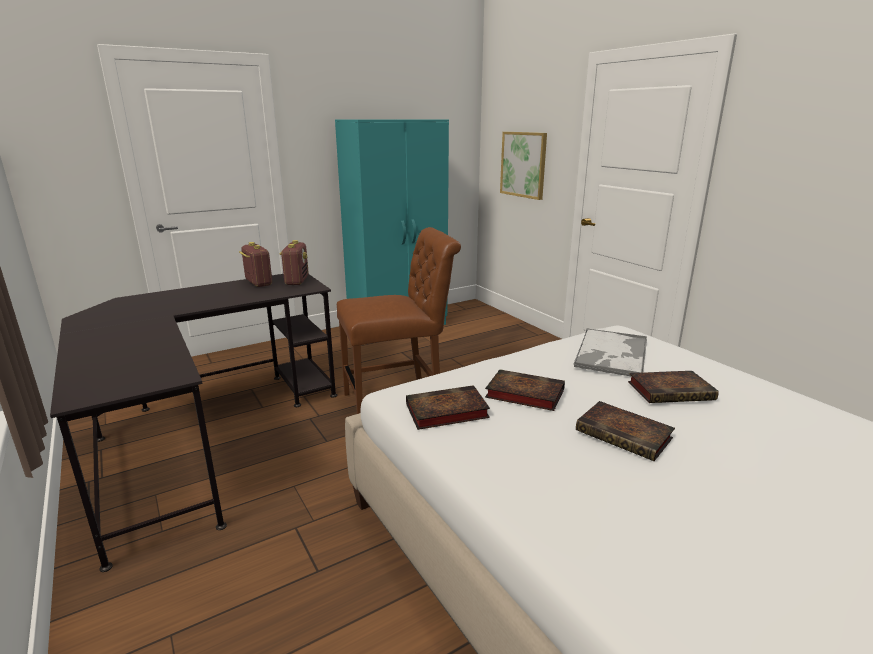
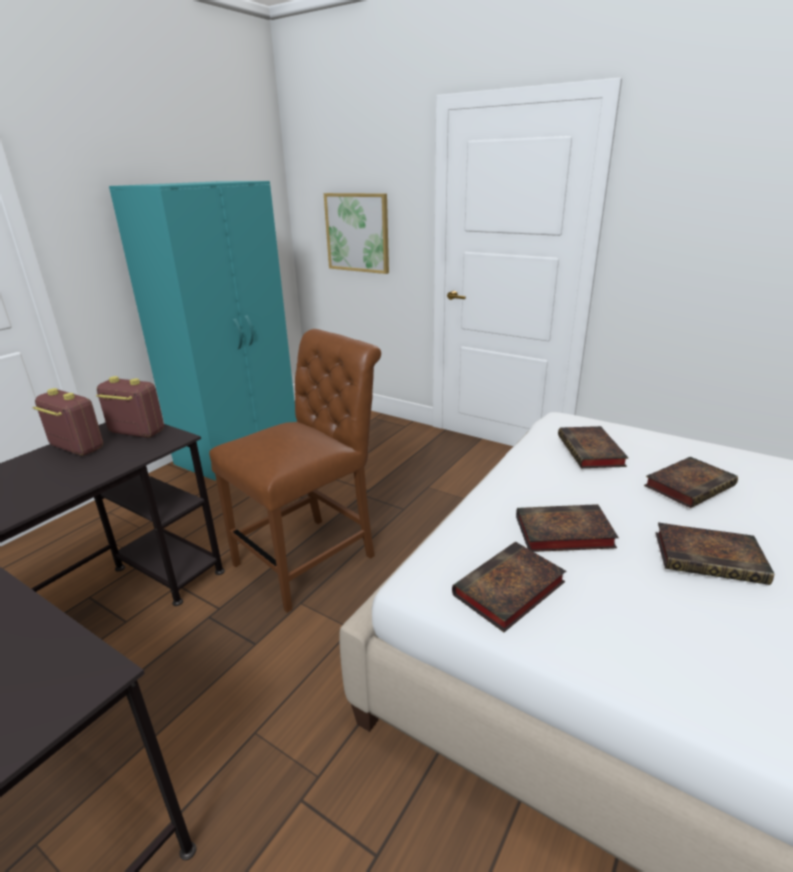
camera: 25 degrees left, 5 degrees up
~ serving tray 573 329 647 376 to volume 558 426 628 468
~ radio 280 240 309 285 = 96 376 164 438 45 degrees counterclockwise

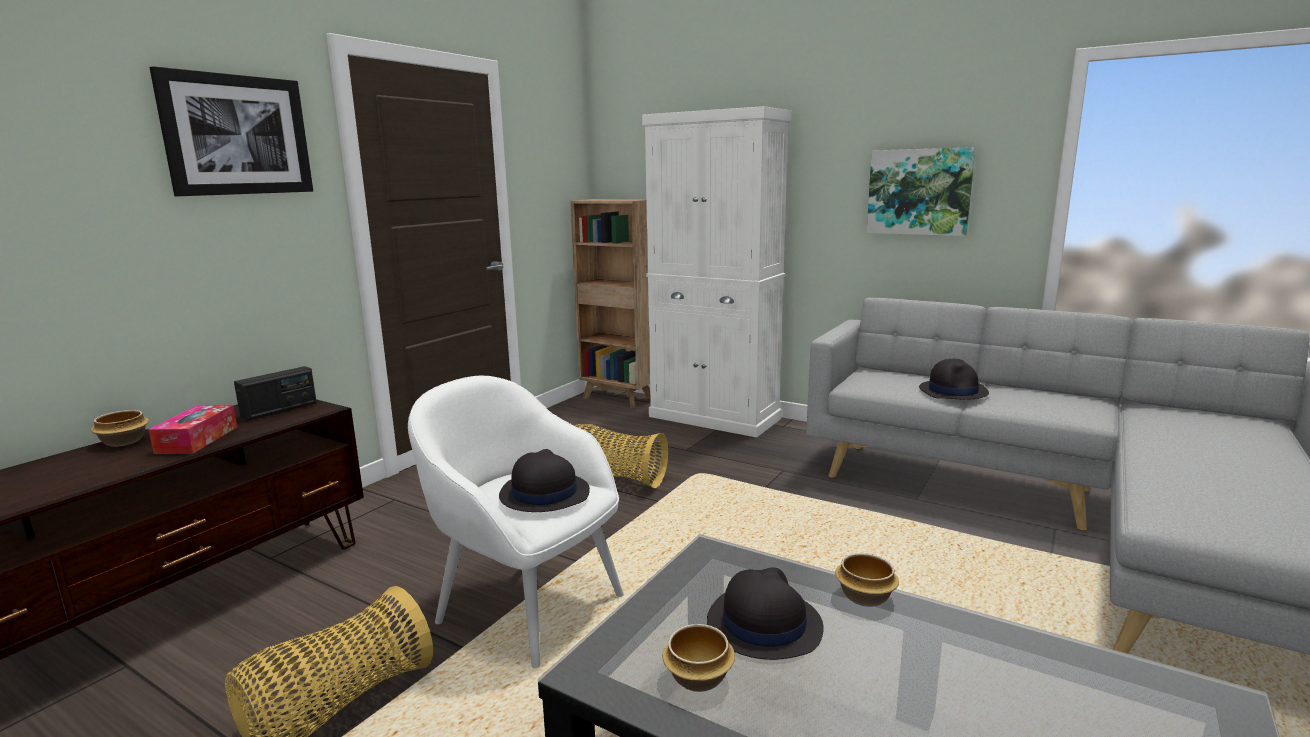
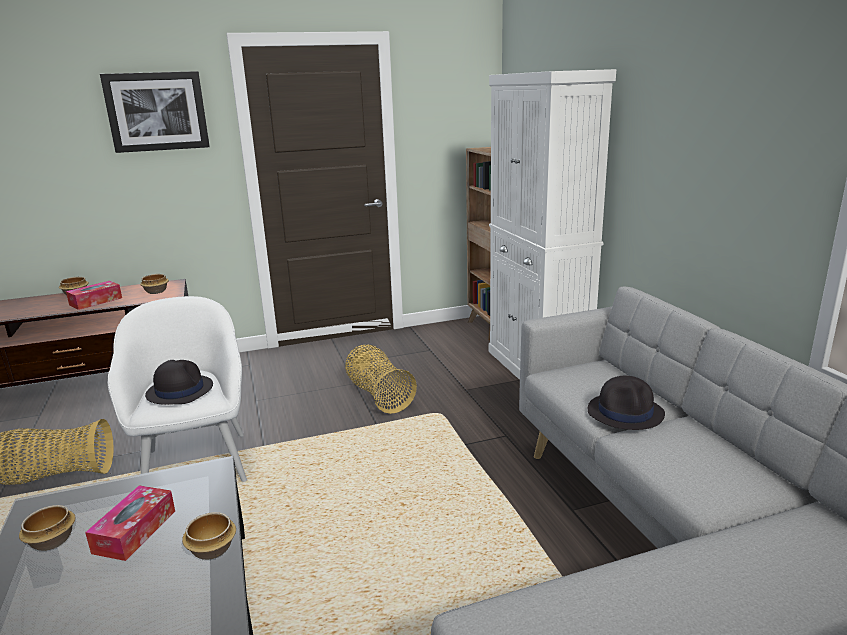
camera: 40 degrees right, 5 degrees up
- wall picture 867 147 975 236
~ radio 234 366 317 421 to bowl 140 274 169 294
~ black clothing hat 707 567 824 660 to box of tissues 85 485 175 561

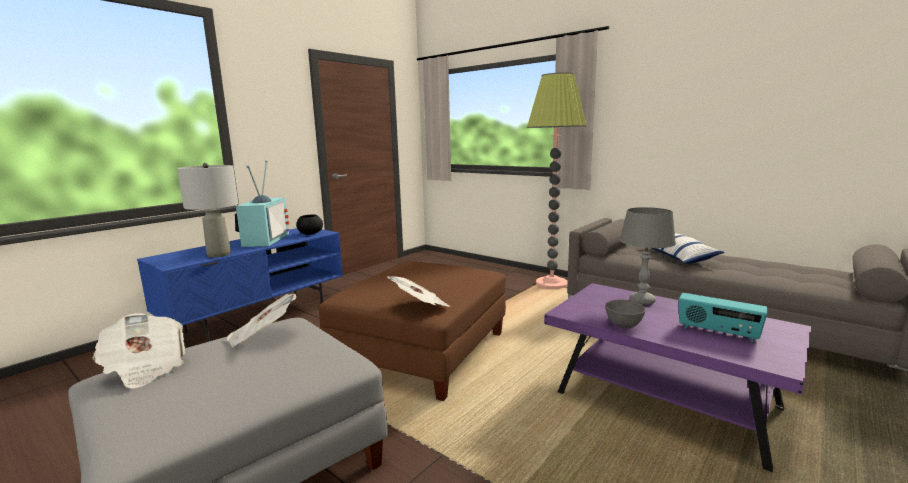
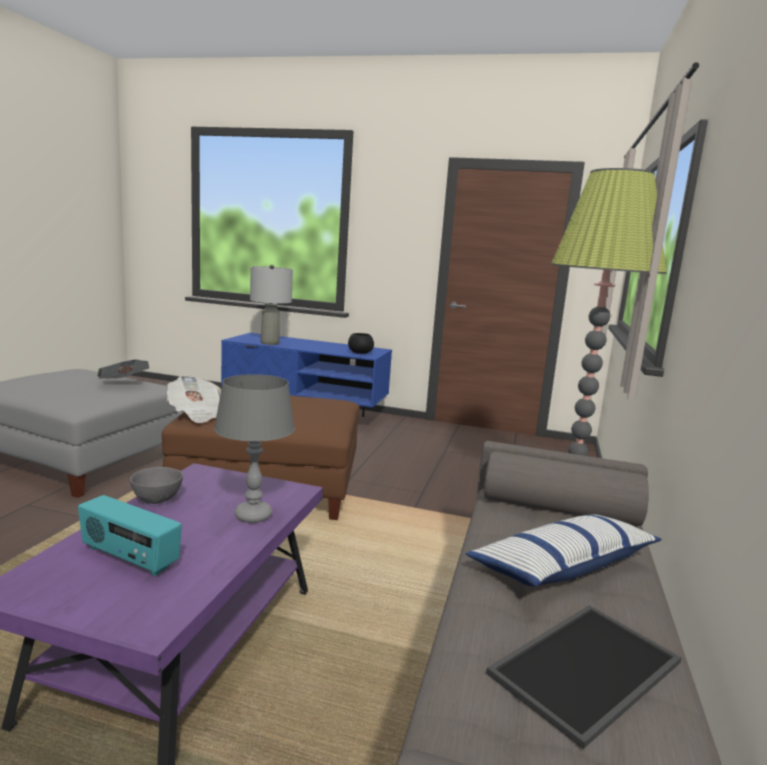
camera: 65 degrees right, 0 degrees up
- daily paper 93 313 185 388
- television 235 160 289 247
+ serving tray 486 605 682 749
~ radio 679 293 768 343 = 78 495 182 576 75 degrees counterclockwise

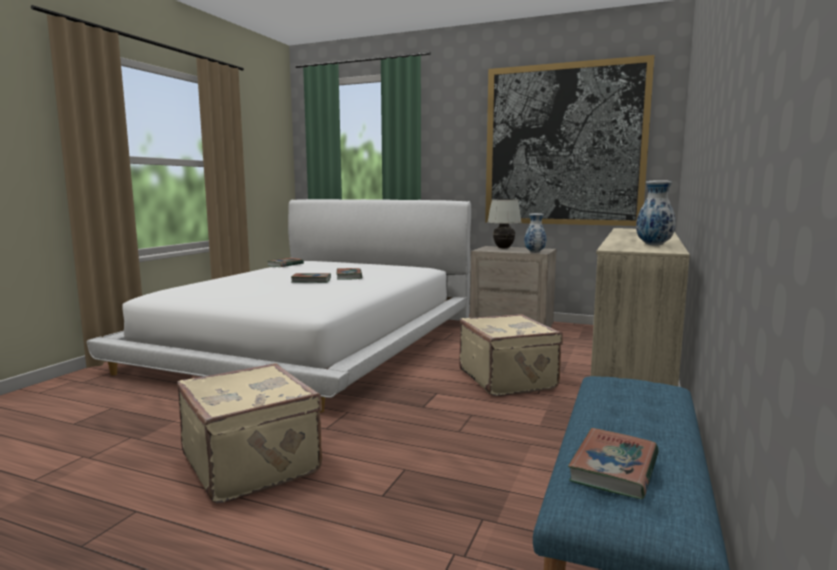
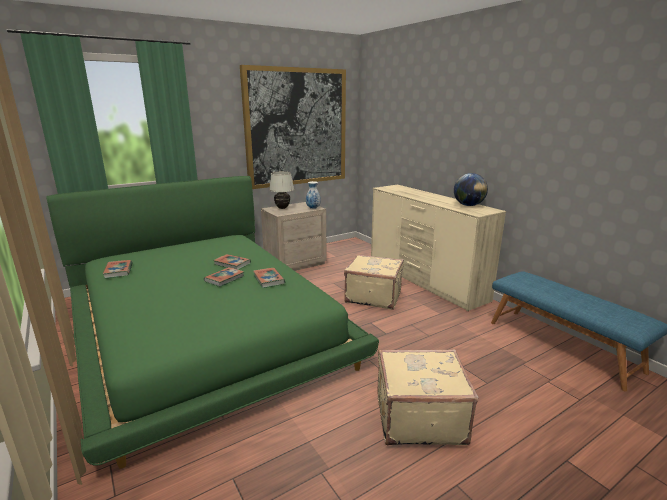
camera: 55 degrees left, 10 degrees up
~ volume 568 428 659 499 to 253 268 285 288
~ vase 636 181 676 245 to globe 454 173 488 206
~ white-coloured sleeping bed 87 199 471 412 to green-coloured sleeping bed 46 176 379 469

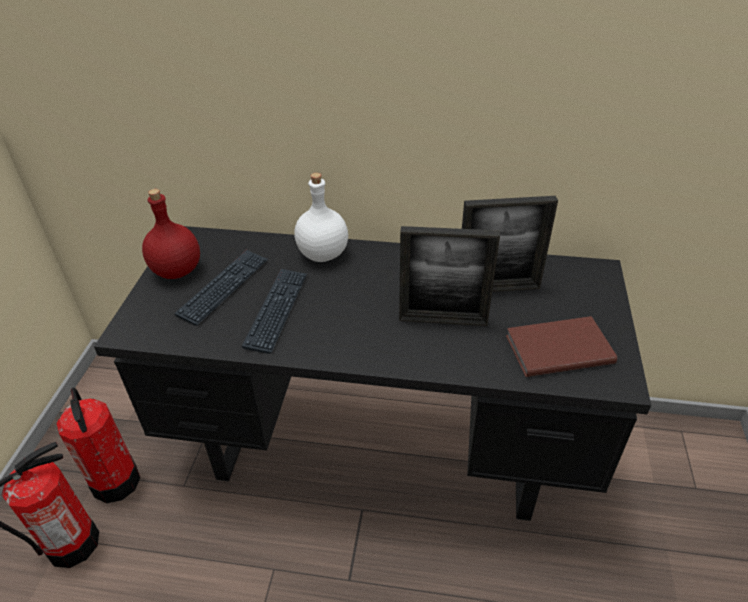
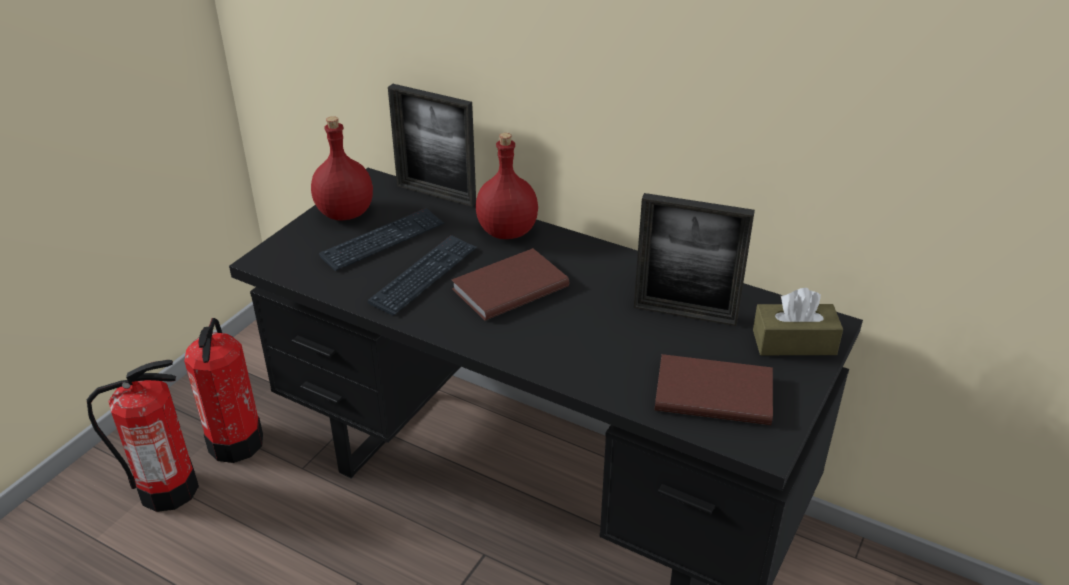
camera: 20 degrees right, 5 degrees down
+ brown volume 452 248 569 321
+ brown box of tissues 753 288 843 355
~ photo frame 399 226 500 326 to 388 84 476 207
~ white-coloured beverage bottle 295 173 348 262 to red beverage bottle 476 133 538 239

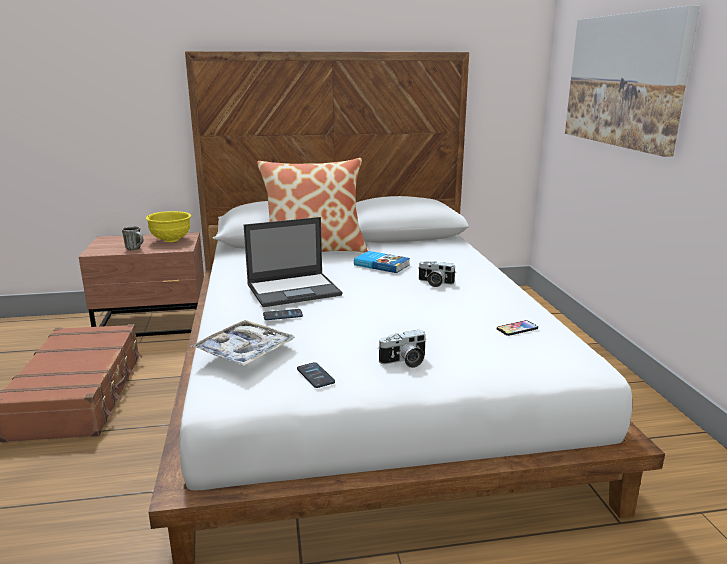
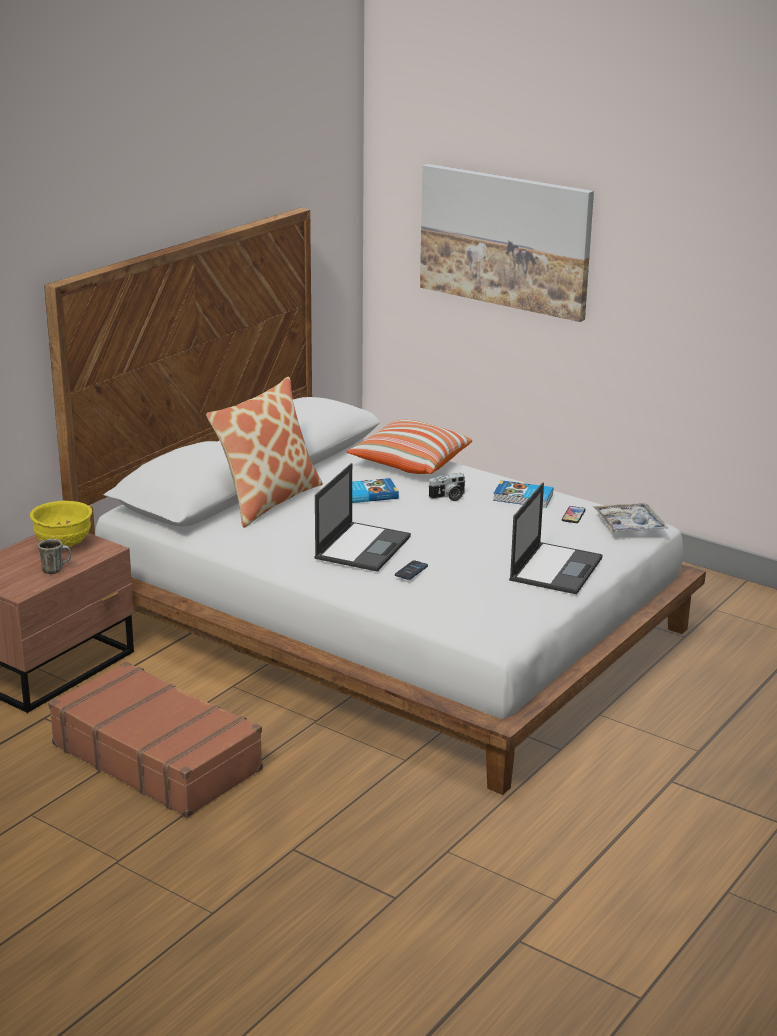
camera: 45 degrees left, 5 degrees up
- telephone 297 362 335 388
+ cushion 347 419 472 474
+ volume 493 480 553 508
~ serving tray 191 320 295 366 to 593 503 669 533
~ still camera 378 329 426 368 to laptop 509 483 603 594

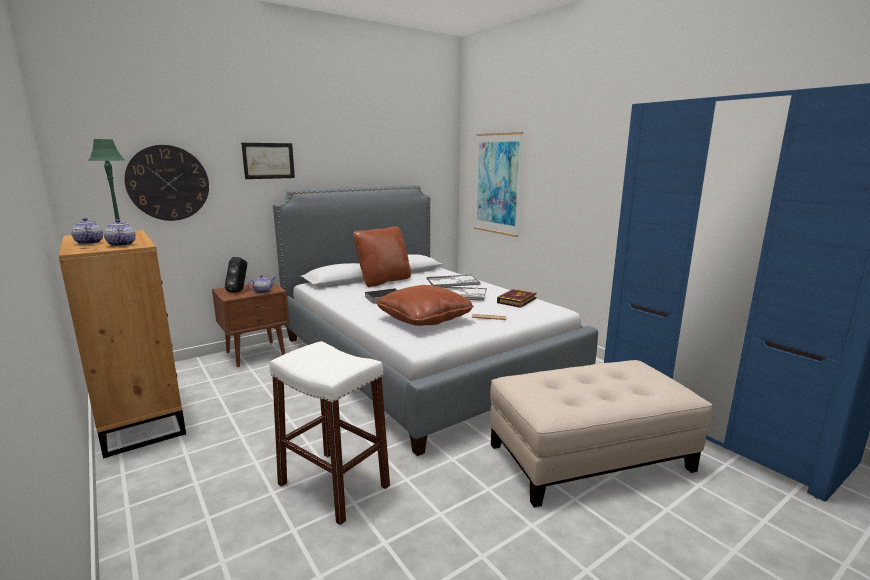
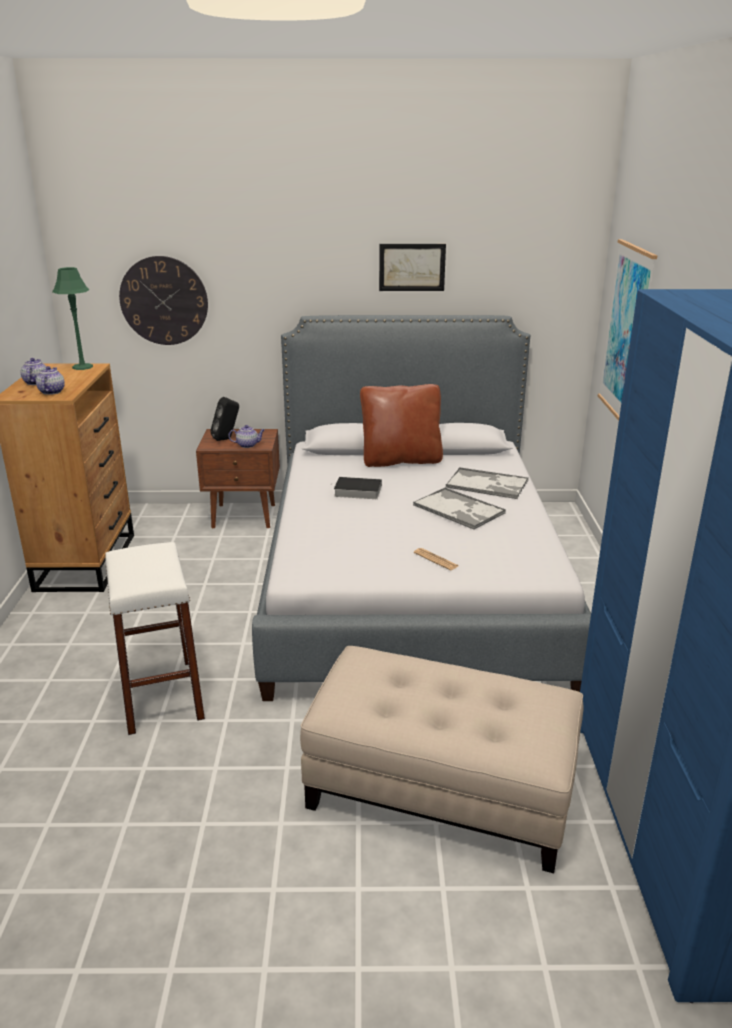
camera: 35 degrees right, 10 degrees up
- brown cushion 376 285 474 326
- volume 497 289 537 308
~ wall picture 241 143 295 179 to 379 244 446 291

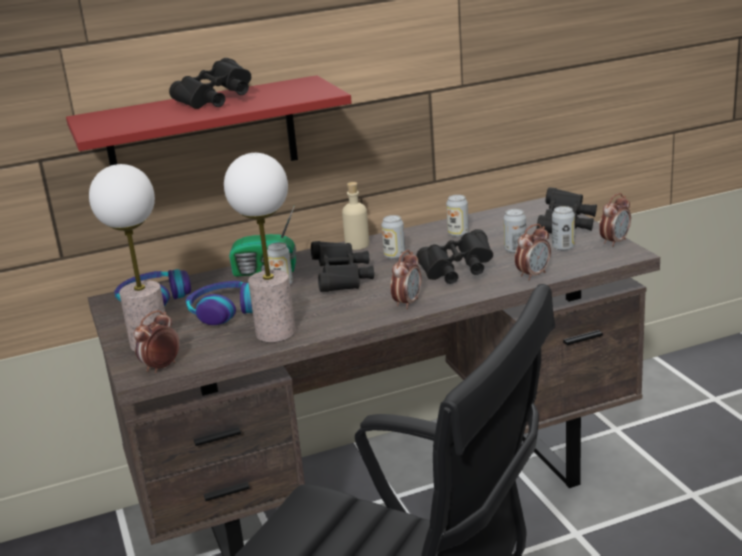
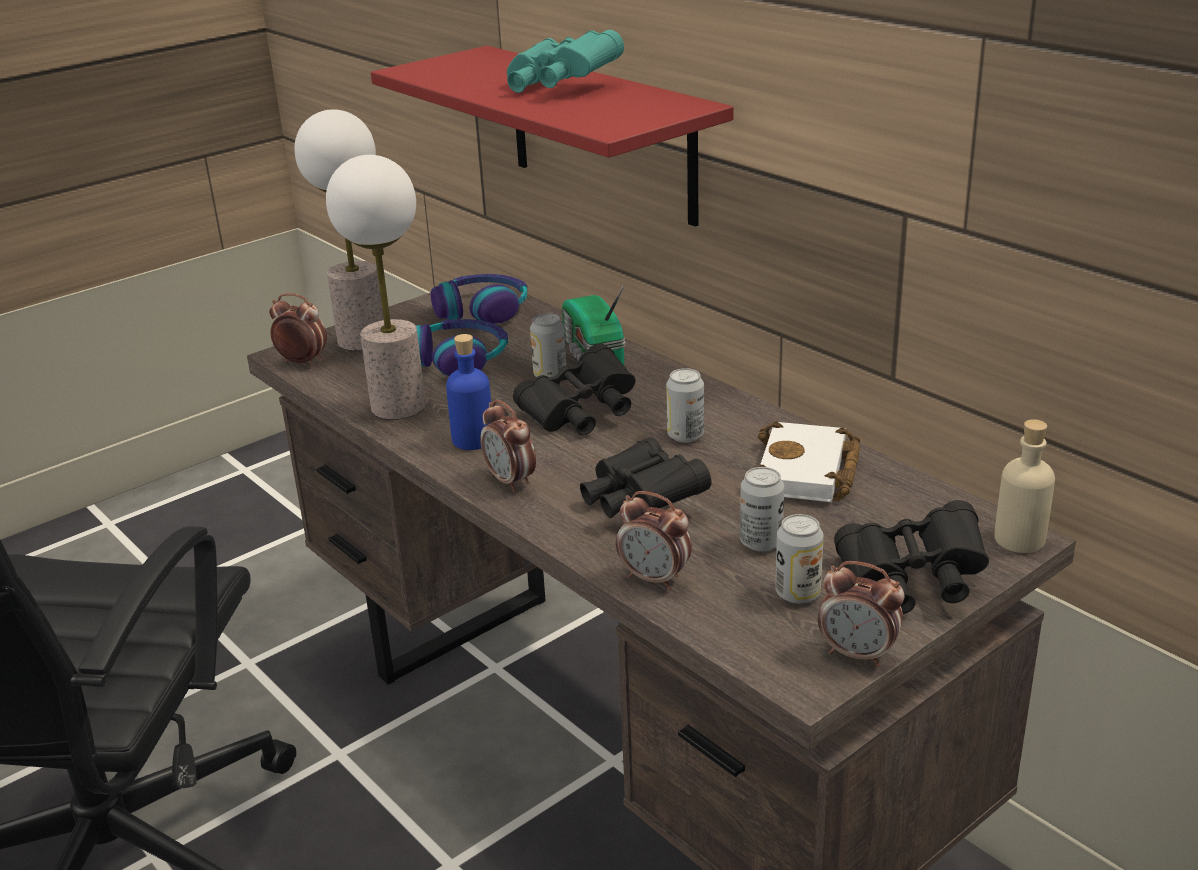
camera: 70 degrees right, 5 degrees up
+ blue-coloured beverage bottle 446 334 492 450
~ sand-coloured beverage bottle 342 182 369 250 to 994 419 1055 553
~ metal can 446 195 469 237 to white-coloured volume 744 421 860 502
~ black binoculars 169 58 251 109 to turquoise binoculars 507 30 624 93
~ table clock 391 250 422 309 = 480 400 536 492 45 degrees clockwise

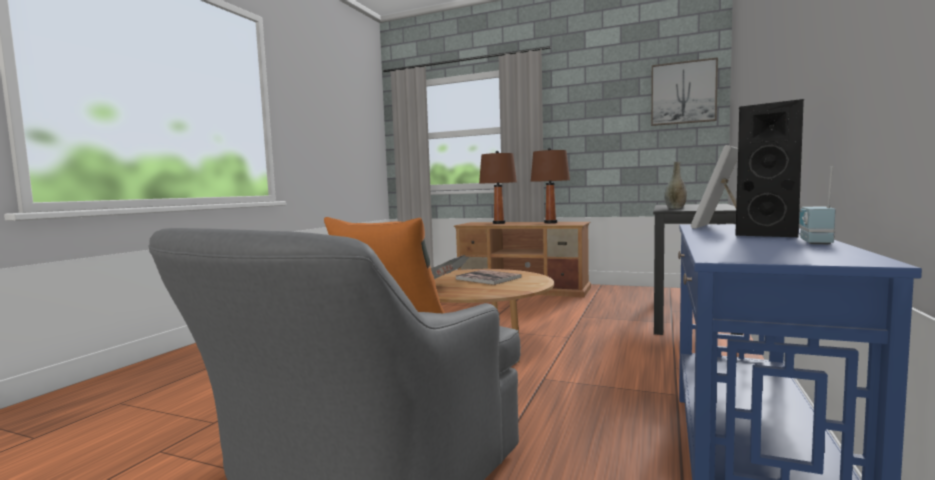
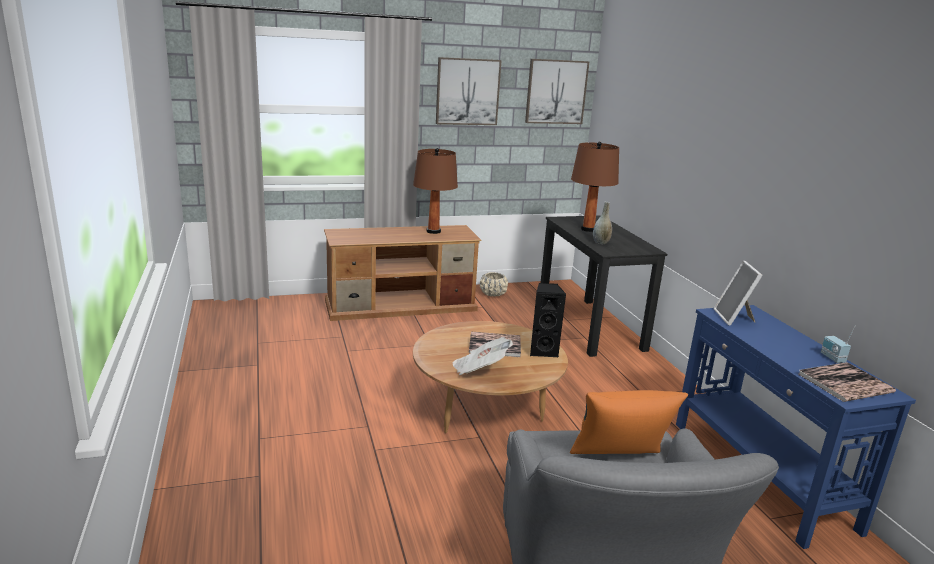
camera: 40 degrees left, 15 degrees up
+ wall picture 436 57 502 125
+ sand-coloured planter 480 272 508 297
+ volume 798 362 896 402
~ brown table lamp 479 151 517 224 to 571 141 619 232
~ black speaker 735 99 804 237 to 530 283 566 357

